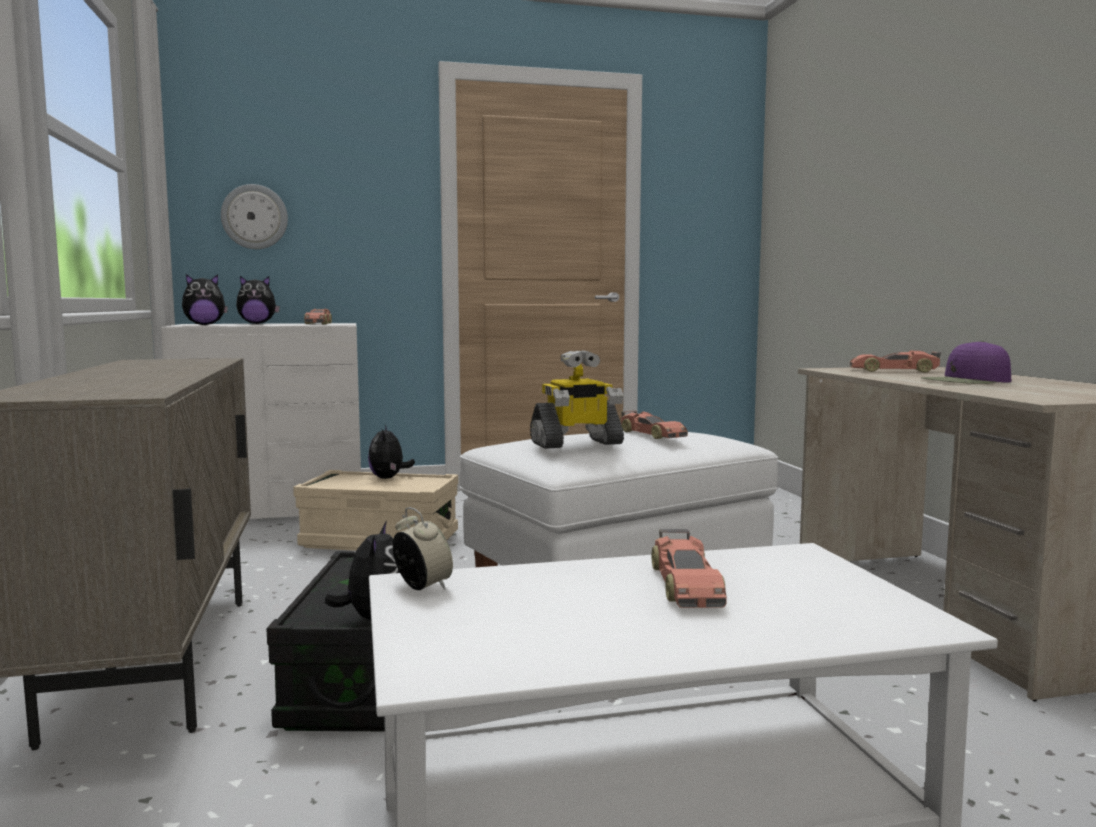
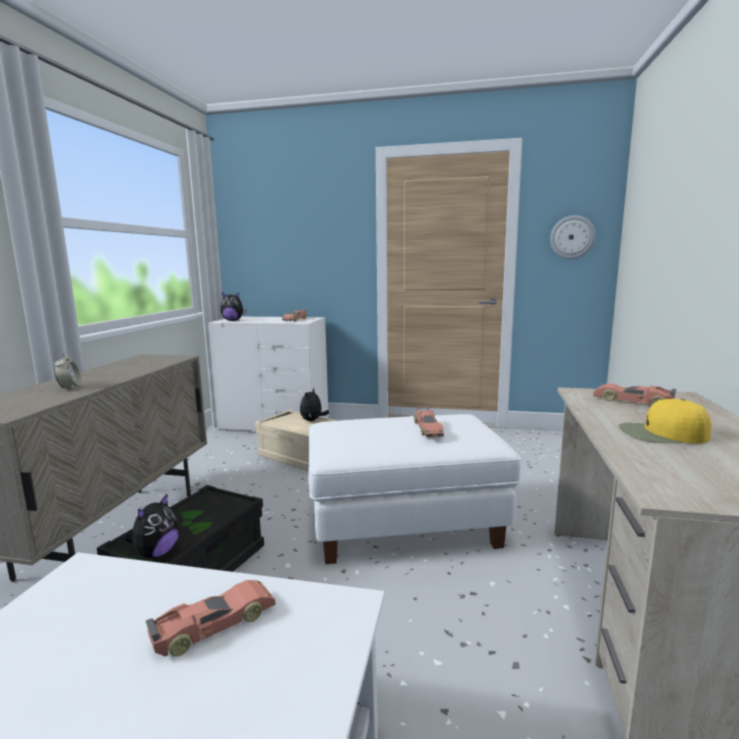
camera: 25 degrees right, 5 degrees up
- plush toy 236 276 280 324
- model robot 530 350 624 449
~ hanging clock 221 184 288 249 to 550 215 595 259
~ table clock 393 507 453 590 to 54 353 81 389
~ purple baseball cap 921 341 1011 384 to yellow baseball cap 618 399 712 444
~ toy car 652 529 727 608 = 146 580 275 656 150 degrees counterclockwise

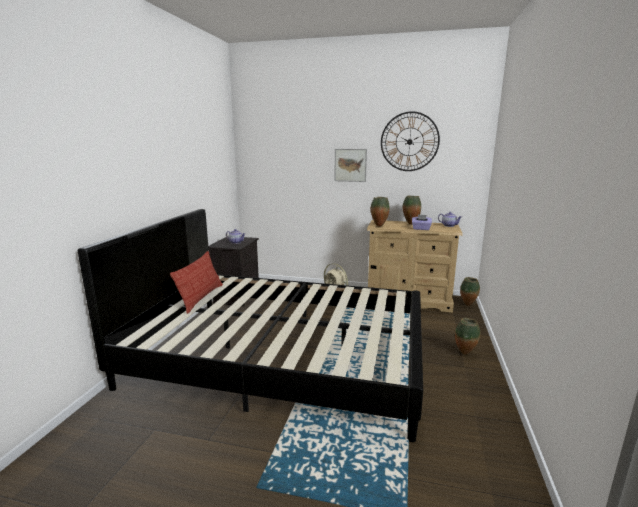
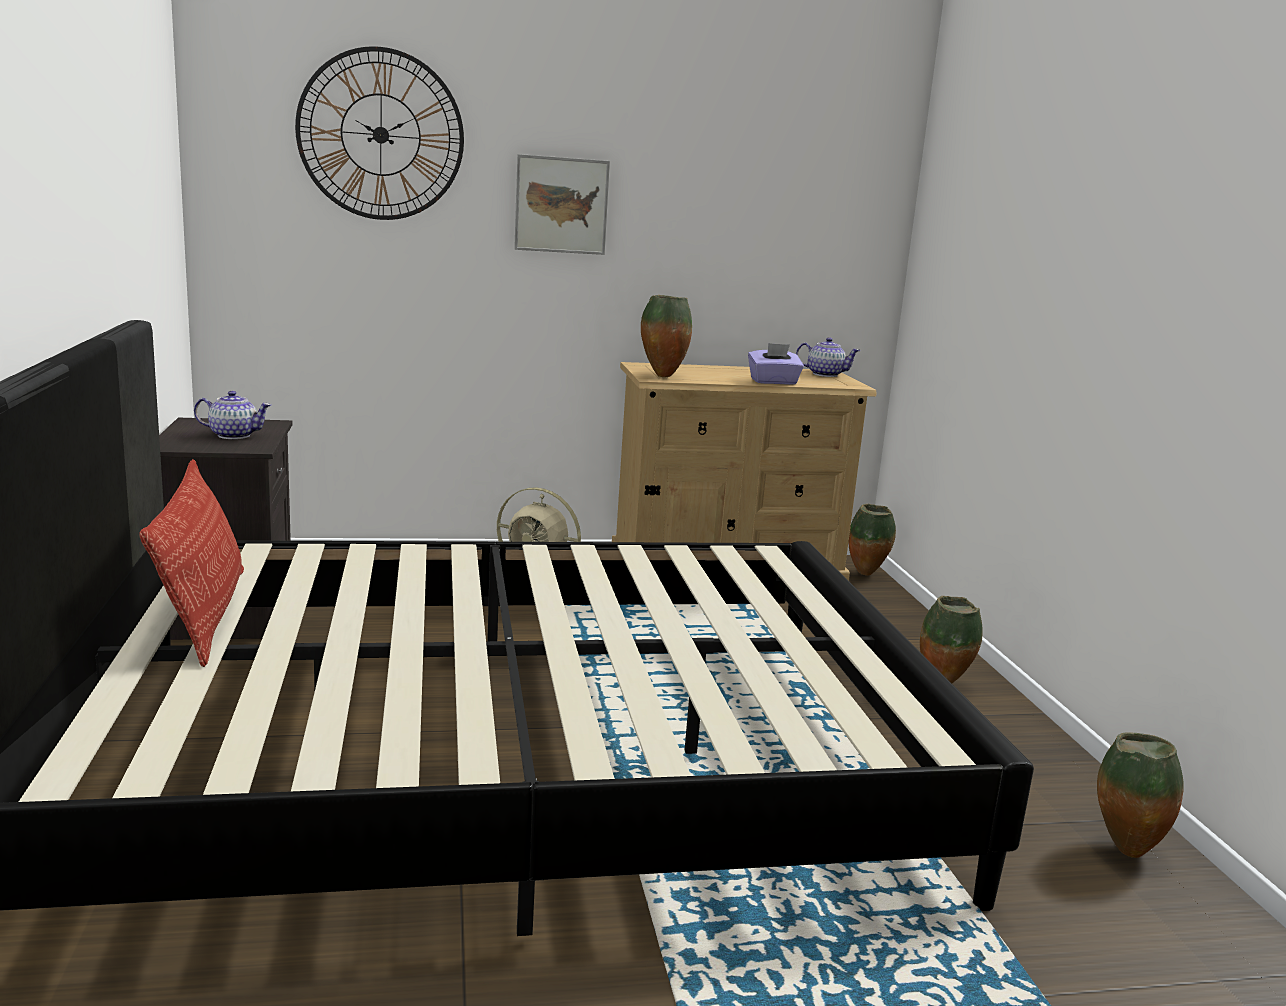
camera: 25 degrees left, 0 degrees up
~ hanging clock 381 111 440 171 to 295 46 464 220
~ vase 403 196 421 225 to 1097 733 1184 858

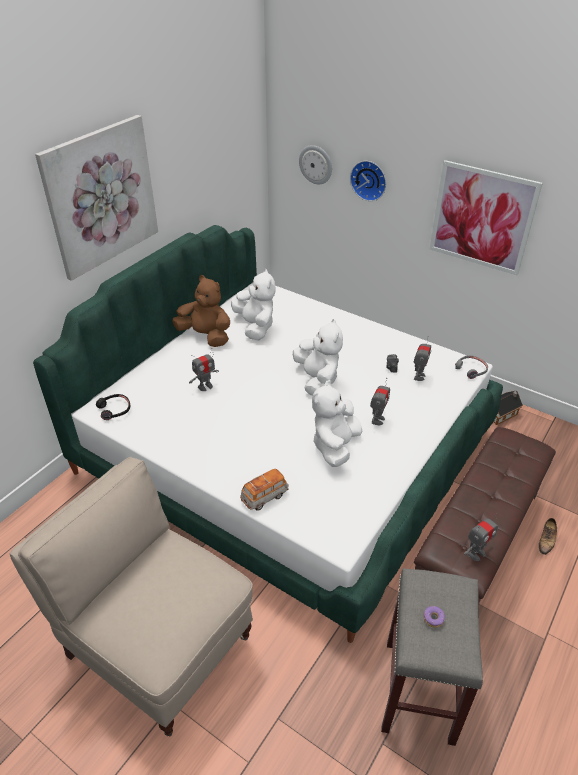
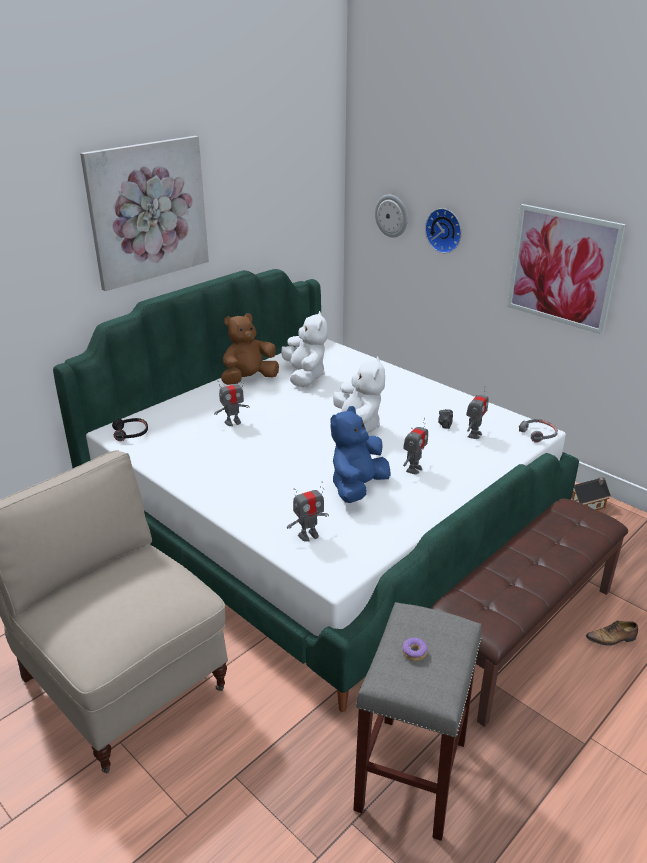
camera: 10 degrees right, 10 degrees down
- toy car 240 469 289 511
~ model robot 464 513 498 561 to 287 482 329 542
~ white-coloured plush toy 312 380 362 467 to blue-coloured plush toy 330 406 391 503
~ brown plush toy 172 275 230 347 = 221 313 279 385 75 degrees counterclockwise
~ item of footwear 539 518 557 555 = 586 620 638 646 45 degrees clockwise

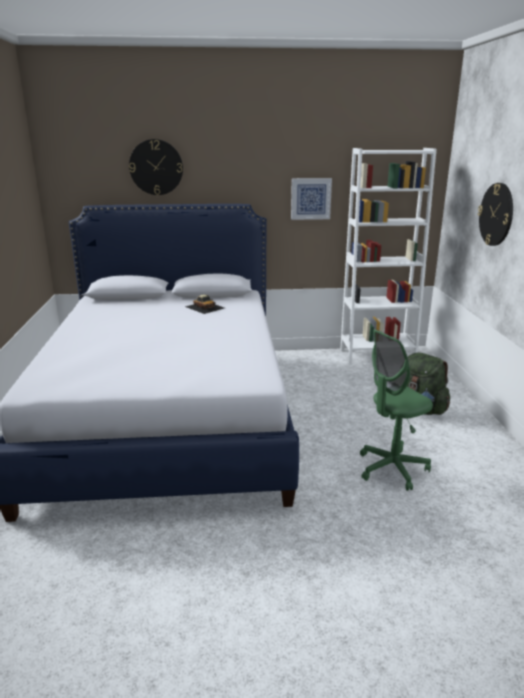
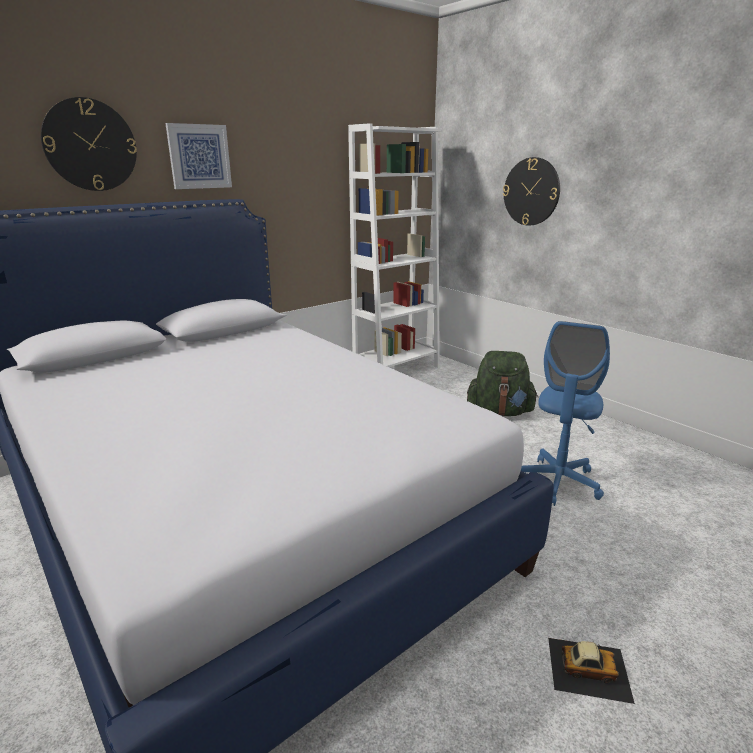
camera: 35 degrees left, 0 degrees up
~ toy car 185 295 224 314 to 548 638 635 704
~ wall picture 291 178 332 220 to 165 123 232 189
~ green-coloured computer chair 360 329 433 491 to blue-coloured computer chair 521 321 610 506

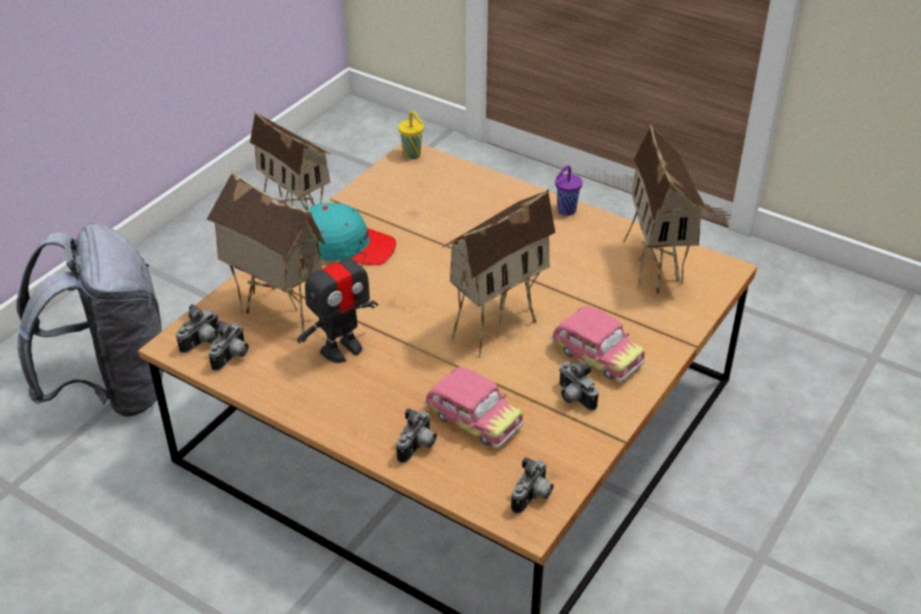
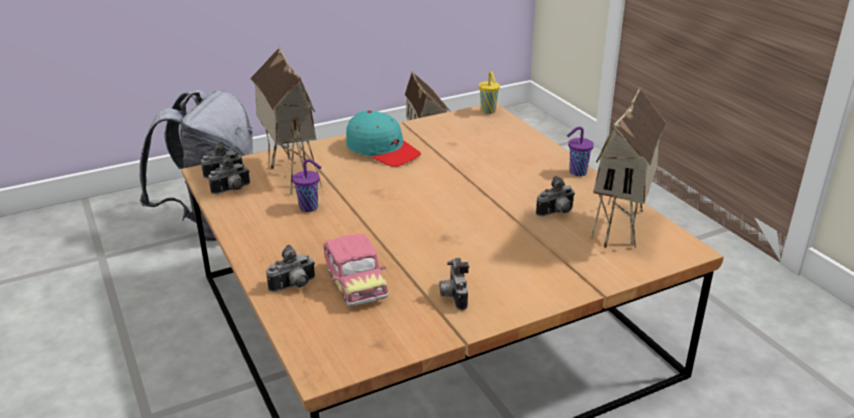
camera: 30 degrees right, 10 degrees down
- toy house 442 189 556 358
- toy car 550 306 645 382
~ still camera 511 457 554 514 to 536 176 575 216
~ model robot 297 241 378 363 to purple small cup 292 159 322 212

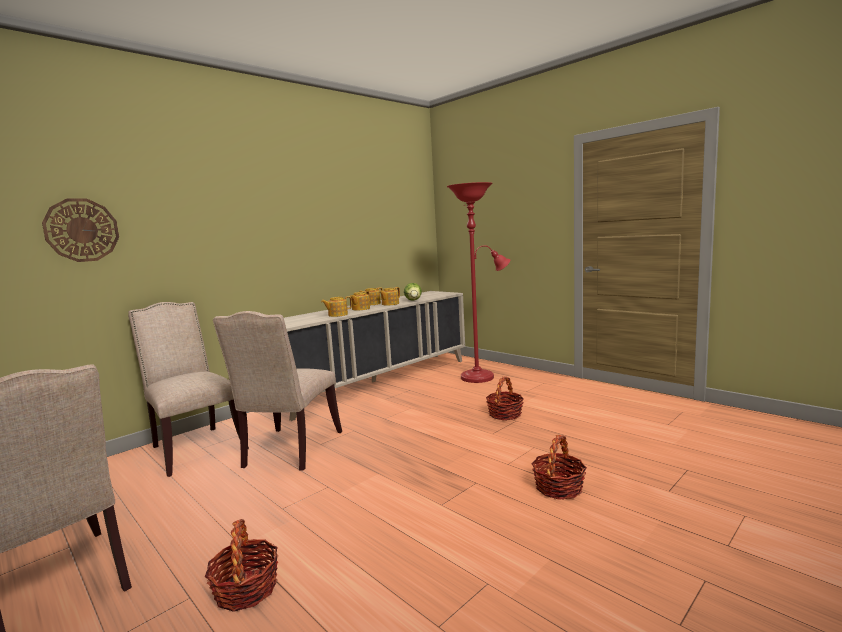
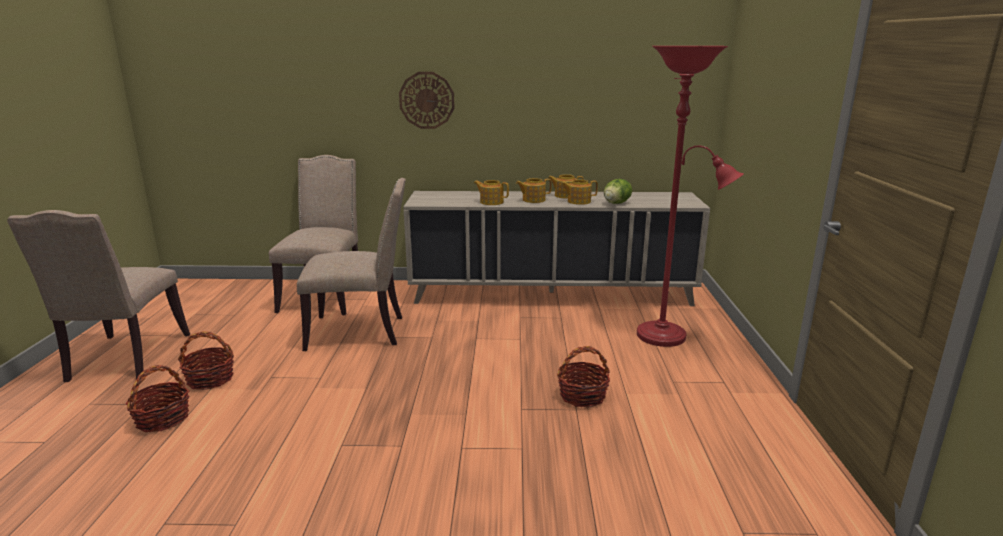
camera: 45 degrees right, 10 degrees up
~ hanging clock 42 198 119 262 to 399 72 455 129
~ household basket 531 435 587 500 to 178 332 234 390
~ sand-coloured chair 213 311 342 471 = 297 178 406 351 150 degrees counterclockwise

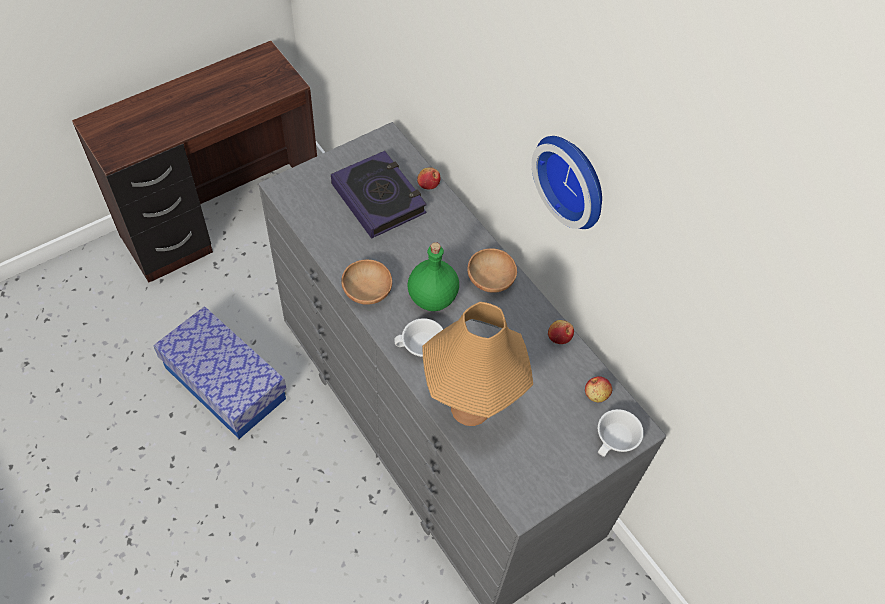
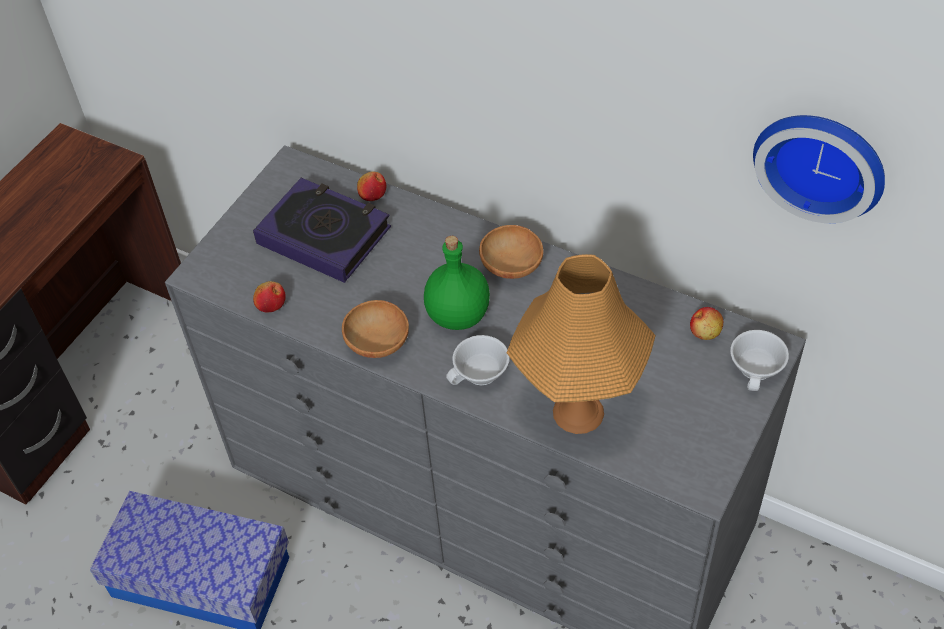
camera: 20 degrees left, 5 degrees down
~ hanging clock 532 136 602 229 to 753 115 885 223
~ apple 548 320 574 344 to 253 281 286 313

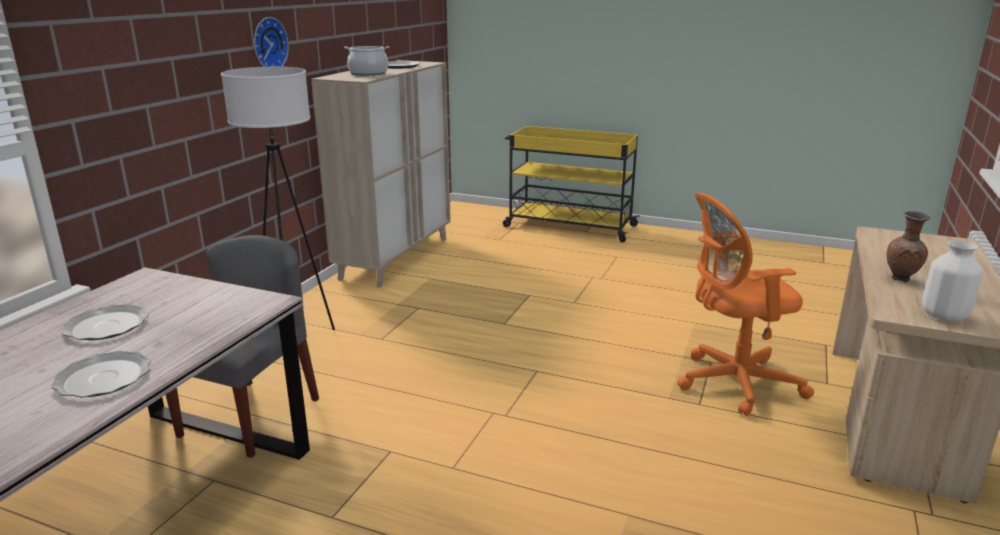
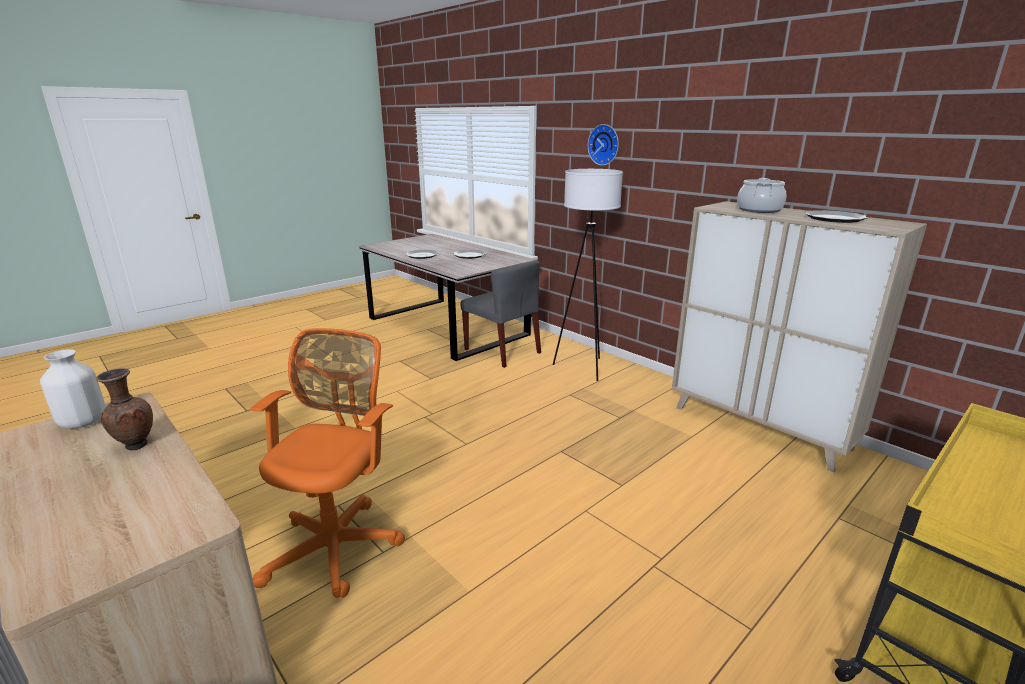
camera: 115 degrees right, 0 degrees up
~ hanging clock 254 17 289 67 to 587 124 619 166

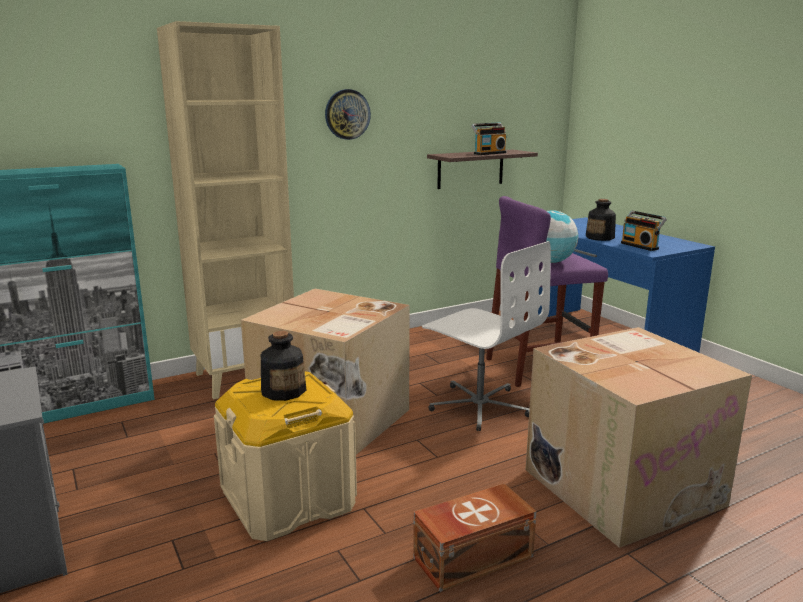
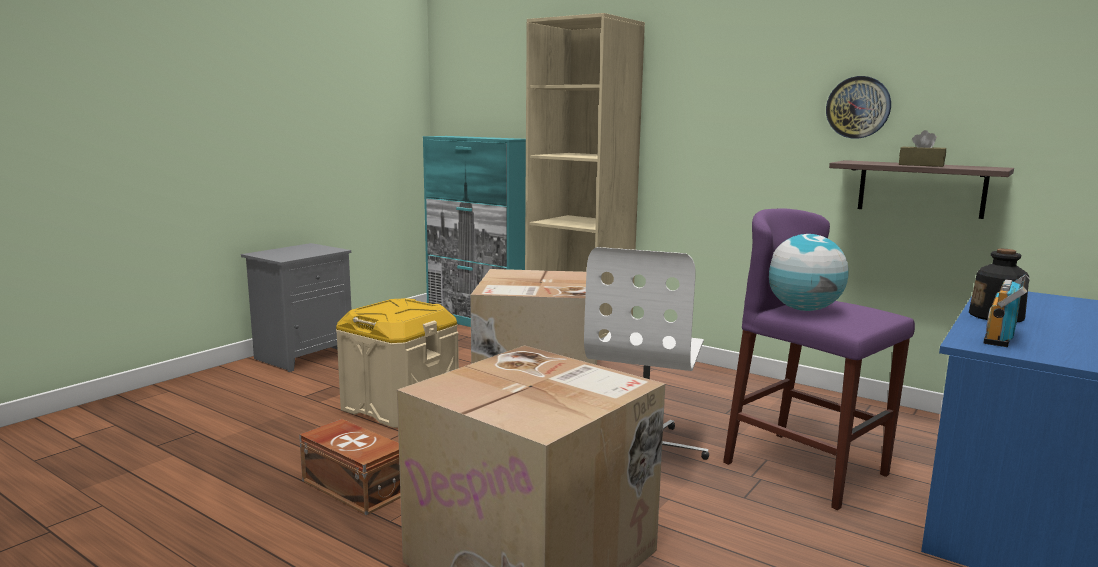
camera: 65 degrees right, 5 degrees down
- beverage bottle 261 331 306 401
~ hanging clock 325 89 371 140 to 826 76 891 139
~ radio 471 123 506 155 to brown box of tissues 899 130 946 167

